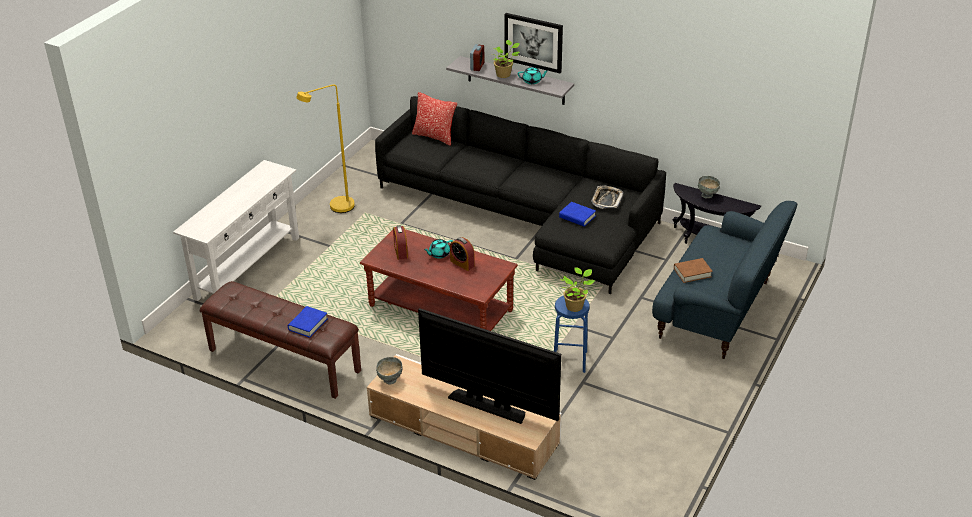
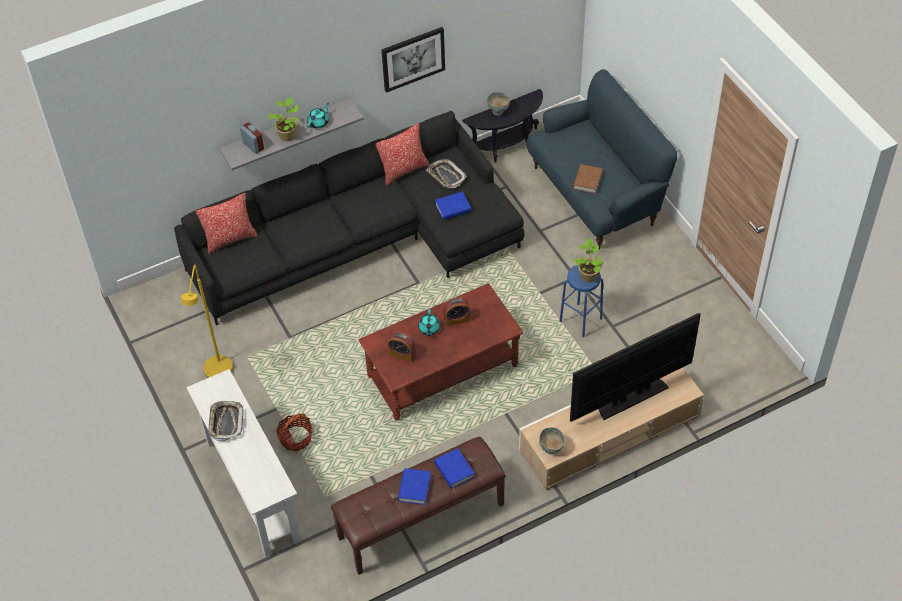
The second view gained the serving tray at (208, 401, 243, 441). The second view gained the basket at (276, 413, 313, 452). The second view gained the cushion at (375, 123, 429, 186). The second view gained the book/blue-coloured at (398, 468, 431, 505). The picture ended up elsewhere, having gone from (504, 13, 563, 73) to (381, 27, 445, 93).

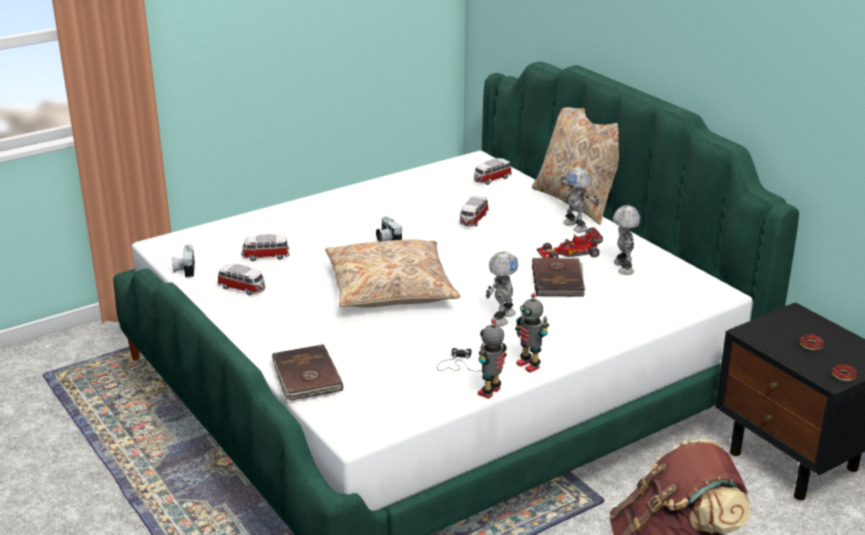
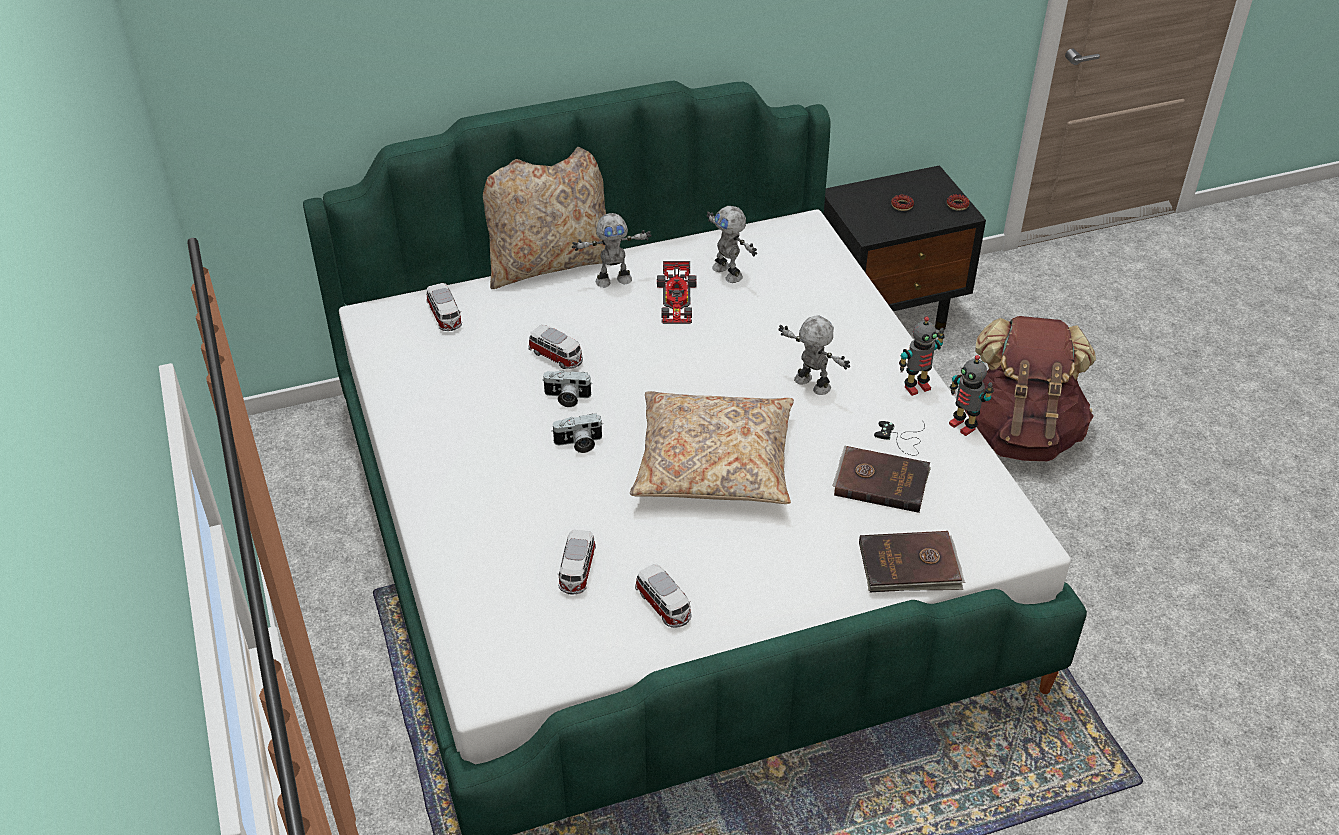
The still camera ended up elsewhere, having gone from (172, 244, 195, 278) to (542, 370, 592, 407). The book/brown ended up elsewhere, having gone from (532, 258, 585, 297) to (832, 445, 931, 513). The miniature car at (217, 264, 265, 296) ended up facing another way, 105 degrees clockwise from before. The toy robot at (613, 205, 641, 275) ended up facing another way, 135 degrees counterclockwise from before.

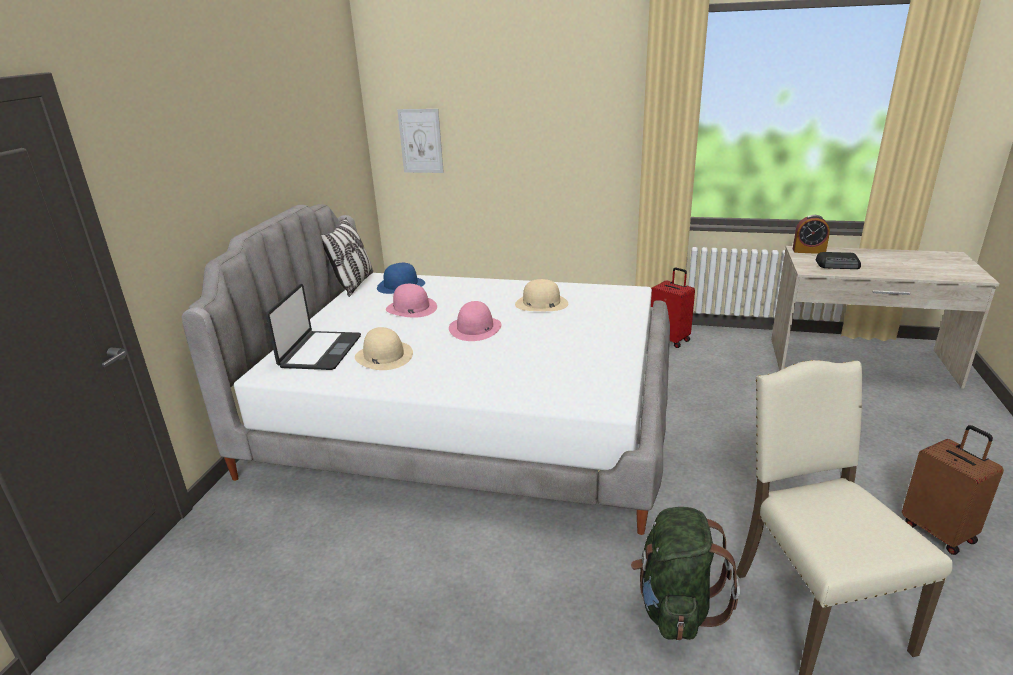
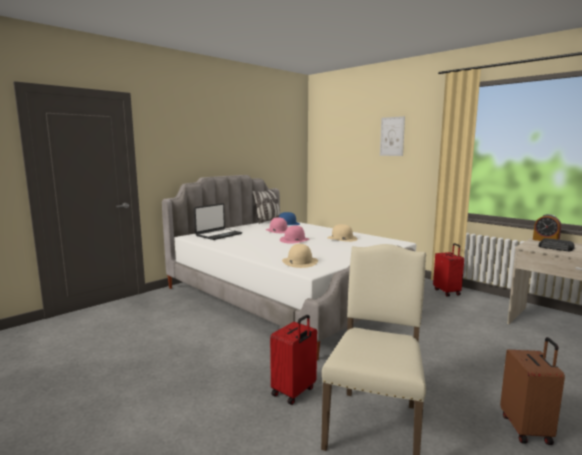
The wearable hat/sand-coloured ended up elsewhere, having gone from (355, 327, 413, 370) to (282, 244, 318, 268). The picture ended up elsewhere, having gone from (397, 109, 444, 173) to (380, 116, 405, 156). Where the rucksack/green-coloured stood at (631, 507, 740, 641), the travel case/red came to stand at (270, 315, 317, 405).

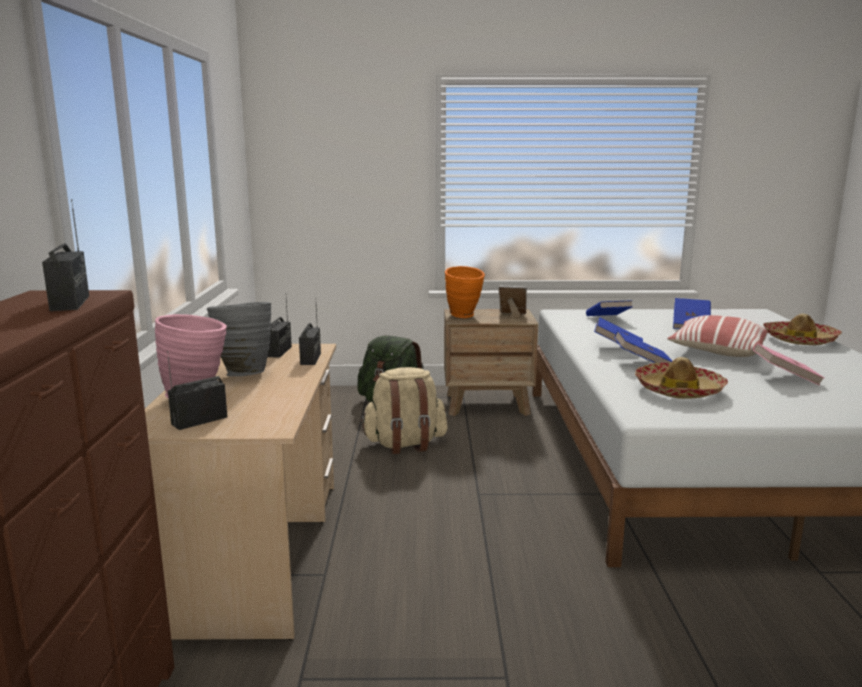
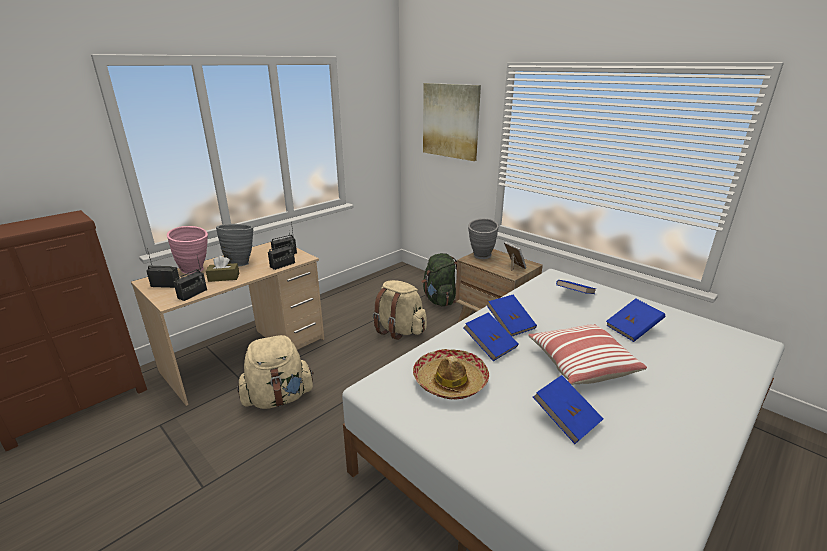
The second view lost the wearable hat at (763, 314, 842, 345). The second view gained the box of tissues/brown at (206, 256, 239, 282). The second view gained the rucksack/sand-coloured at (237, 335, 314, 409). The second view gained the picture at (423, 83, 481, 161). The radio set ended up elsewhere, having gone from (42, 199, 89, 311) to (173, 257, 207, 301). What was the vase/orange at (445, 266, 485, 318) turned into the vase/greyish at (468, 219, 499, 259). What was the book/pink at (753, 343, 824, 386) turned into the book/blue-coloured at (533, 375, 603, 444).

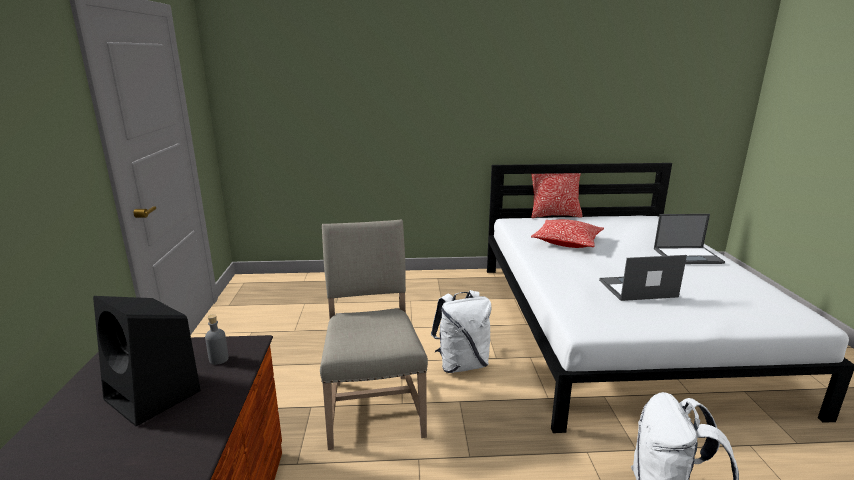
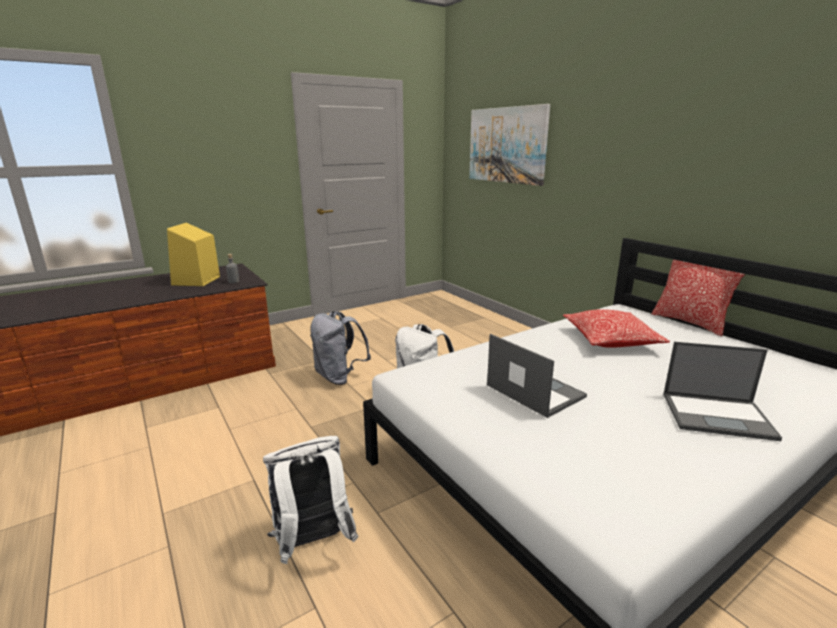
The second view gained the picture at (469, 104, 550, 186). Where the chair/sand-coloured stood at (320, 219, 428, 450), the rucksack/greyish came to stand at (310, 311, 371, 385). What was the speaker/black at (93, 296, 201, 426) turned into the speaker/yellow at (167, 223, 220, 286). The laptop at (654, 214, 725, 264) ended up facing another way, 45 degrees counterclockwise from before.

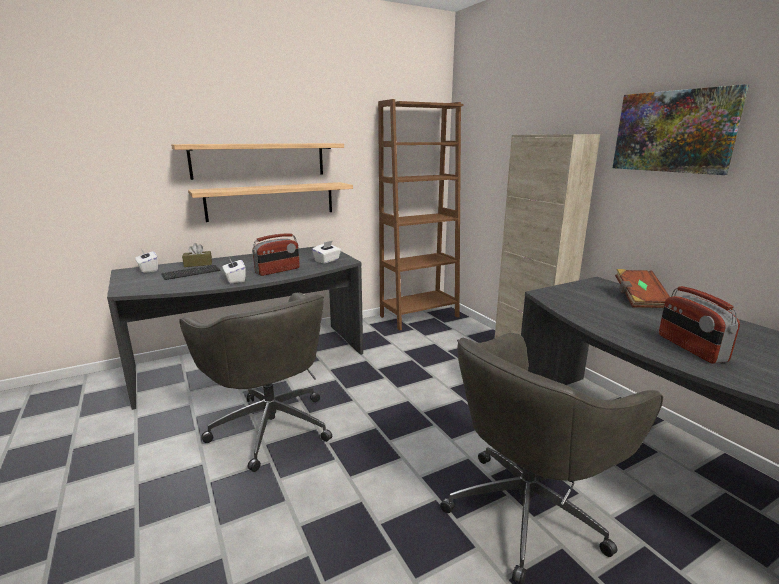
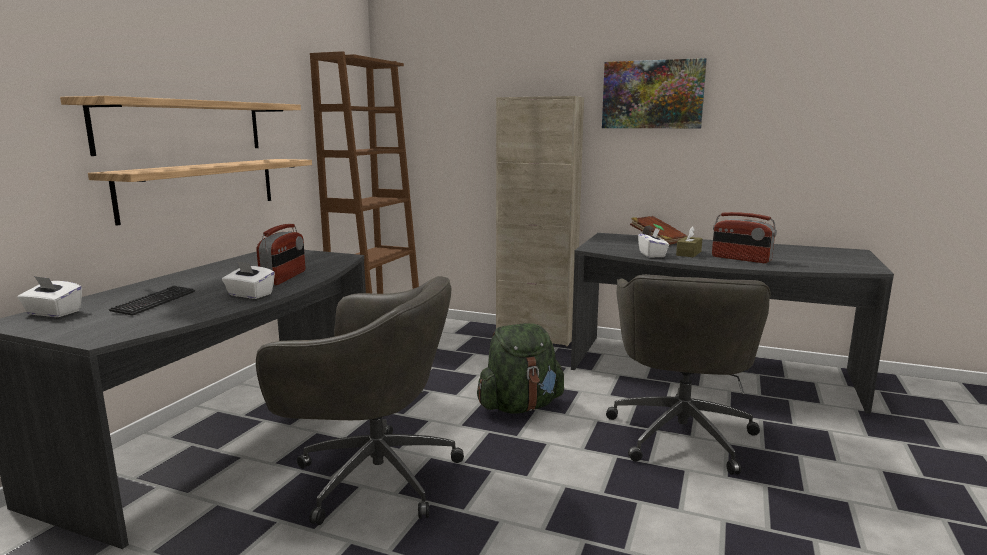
The second view gained the rucksack/green-coloured at (477, 323, 564, 413). The box of tissues/brown ended up elsewhere, having gone from (182, 243, 212, 267) to (676, 226, 702, 257). The box of tissues/whitish ended up elsewhere, having gone from (312, 240, 341, 263) to (638, 228, 669, 257).

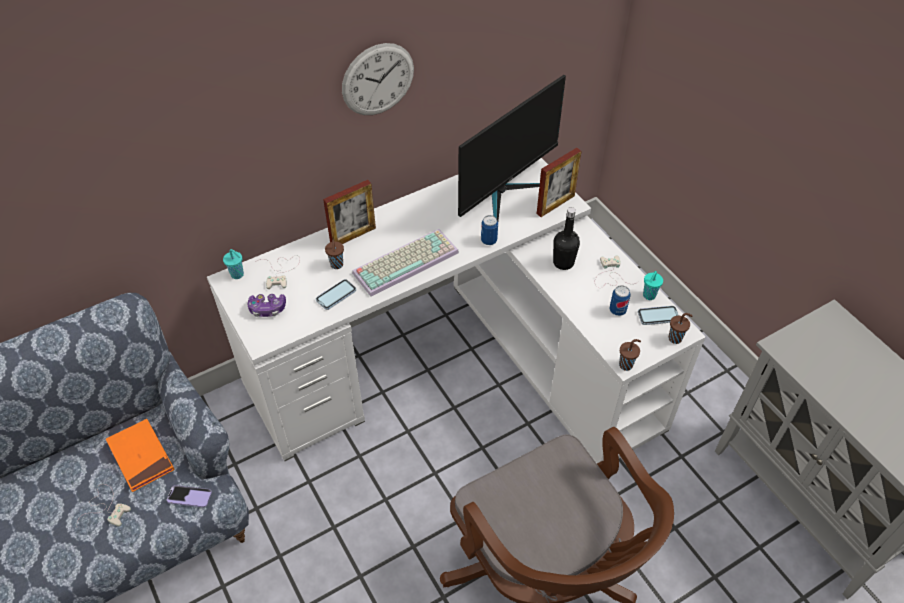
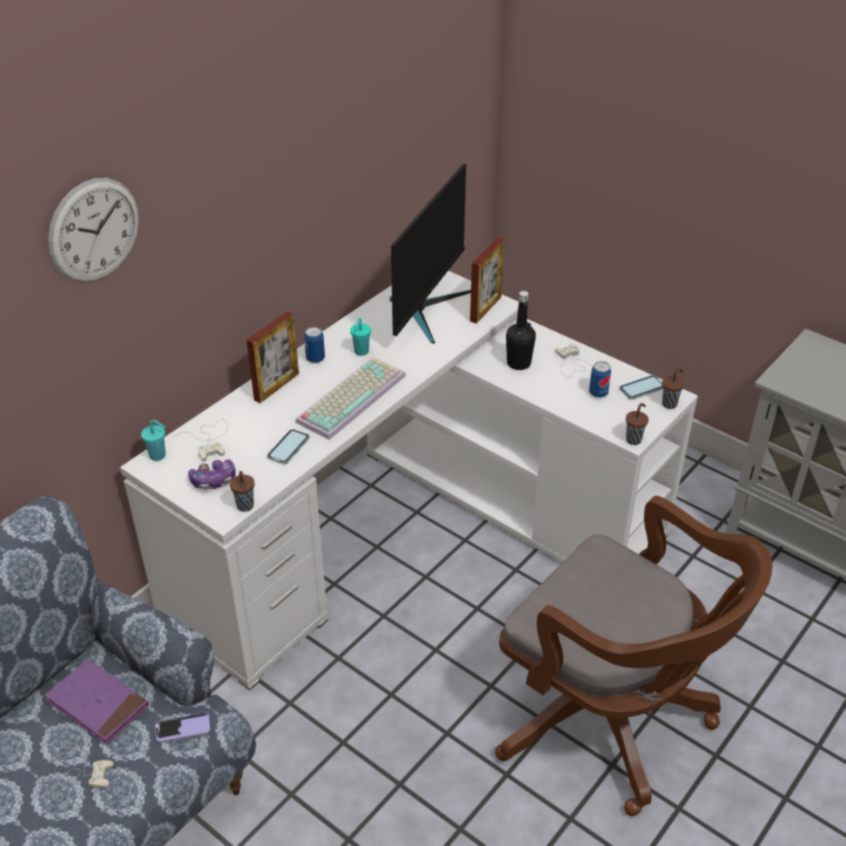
The drinking cup/brown ended up elsewhere, having gone from (325, 240, 344, 269) to (230, 471, 255, 512). The clock on the wall ended up elsewhere, having gone from (342, 43, 414, 115) to (48, 178, 139, 283). The can ended up elsewhere, having gone from (481, 215, 498, 245) to (304, 327, 325, 363). The drinking cup/turquoise ended up elsewhere, having gone from (643, 271, 663, 300) to (350, 318, 371, 356). What was the book/orange at (106, 419, 174, 492) turned into the book/purple at (45, 659, 149, 745).

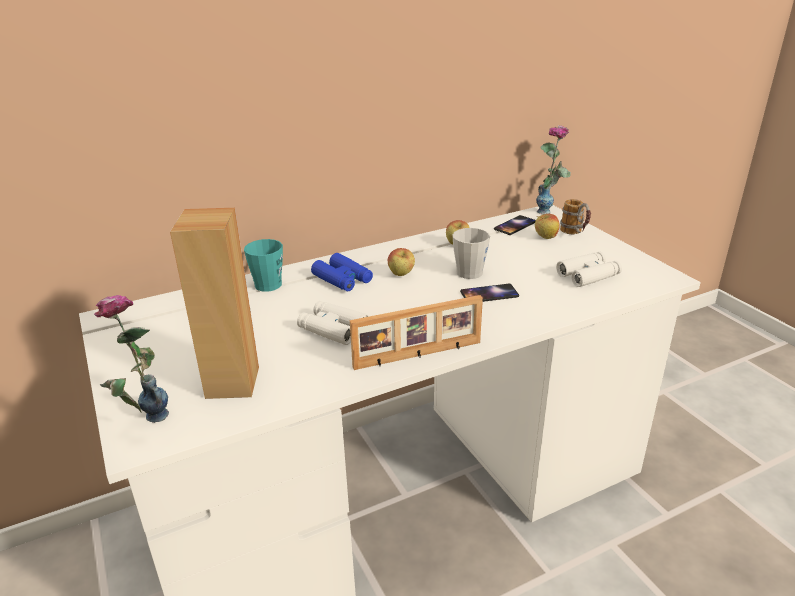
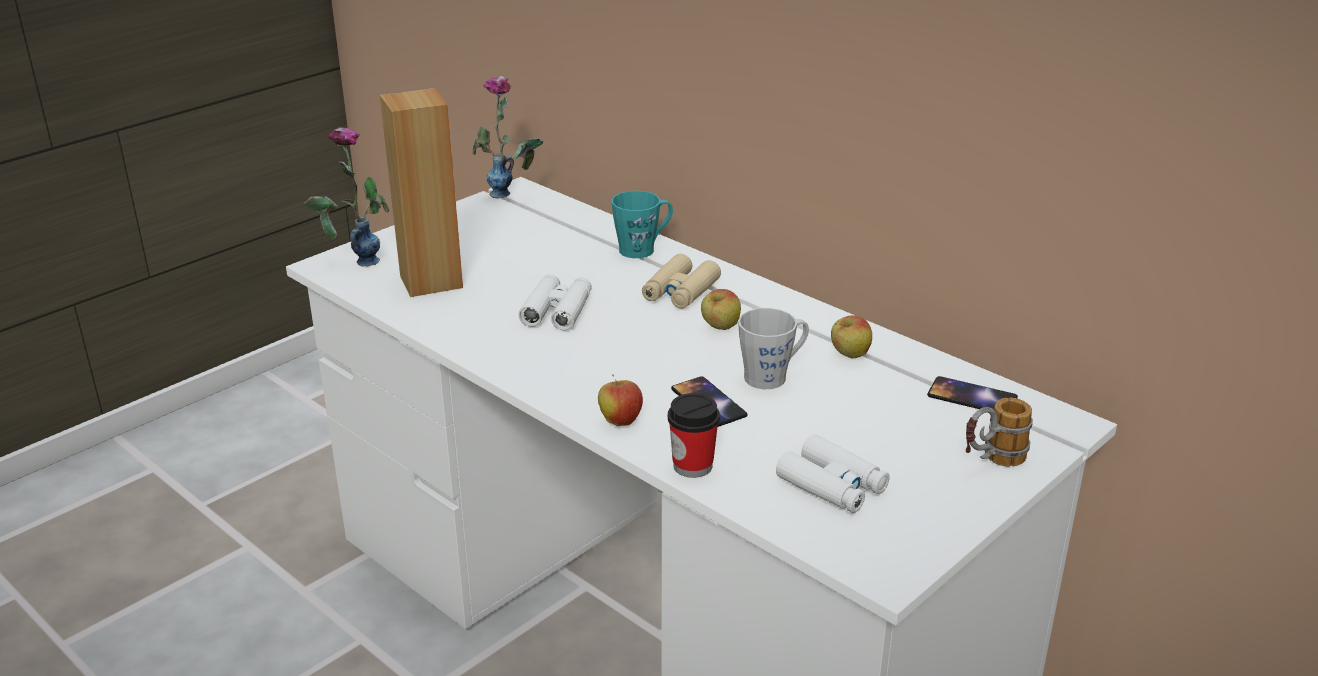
The second view lost the picture frame at (350, 295, 483, 370). The second view gained the drinking cup at (668, 393, 720, 478). The apple fruit ended up elsewhere, having gone from (535, 214, 560, 239) to (598, 374, 643, 426). The vase ended up elsewhere, having gone from (536, 125, 571, 215) to (472, 76, 544, 198). What was the pair of binoculars/blue-coloured at (311, 253, 373, 291) turned into the pair of binoculars/sand-coloured at (642, 254, 721, 309).

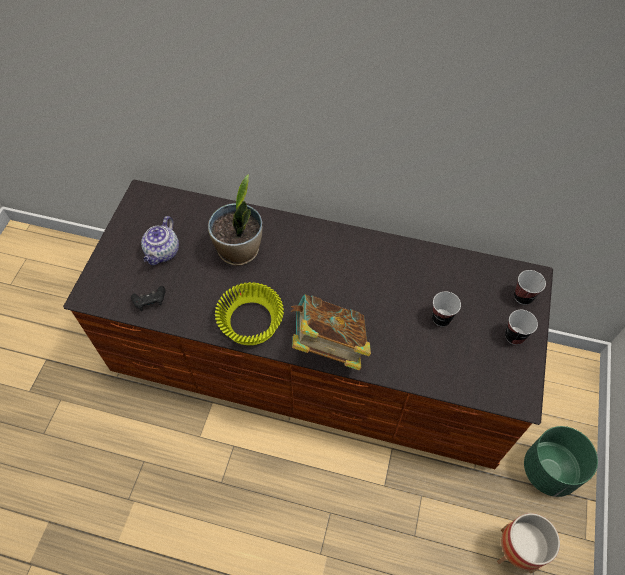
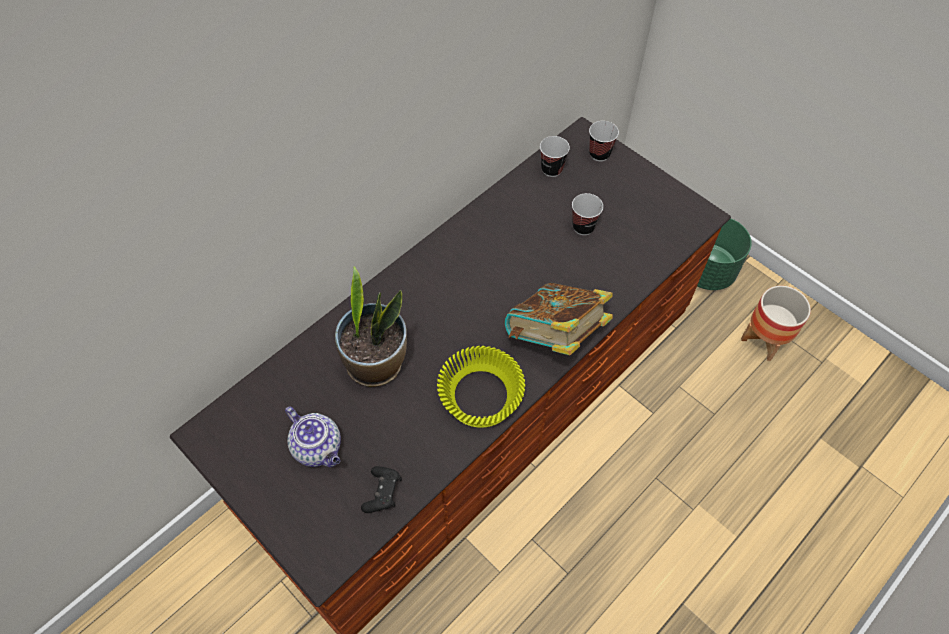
The drinking cup ended up elsewhere, having gone from (505, 310, 538, 345) to (540, 136, 570, 177).

